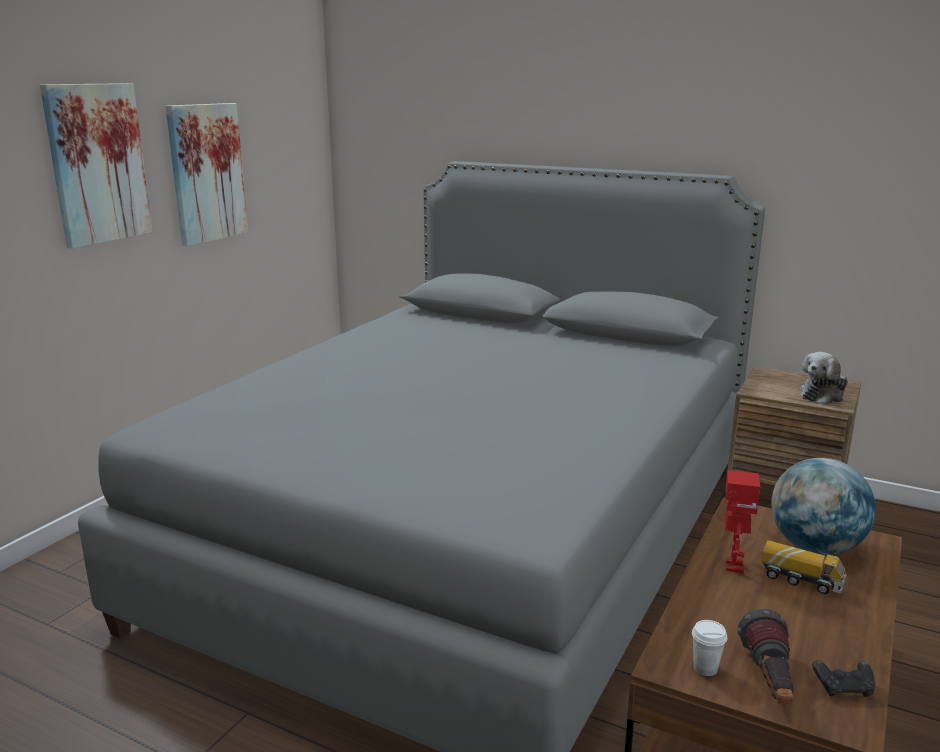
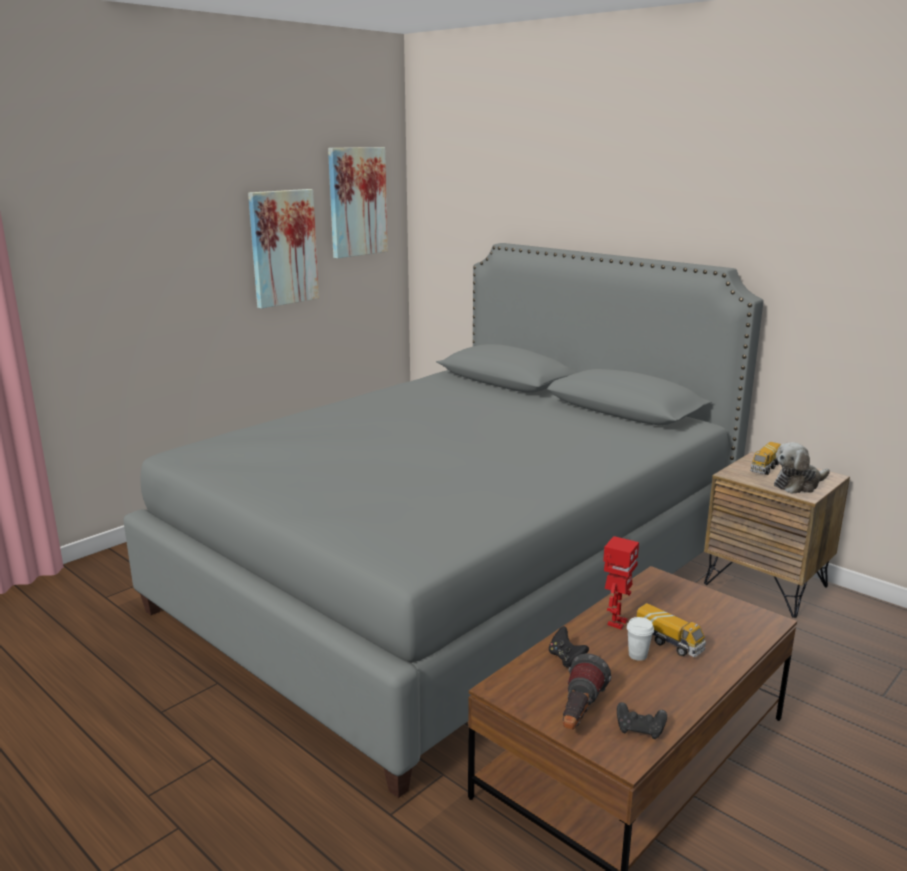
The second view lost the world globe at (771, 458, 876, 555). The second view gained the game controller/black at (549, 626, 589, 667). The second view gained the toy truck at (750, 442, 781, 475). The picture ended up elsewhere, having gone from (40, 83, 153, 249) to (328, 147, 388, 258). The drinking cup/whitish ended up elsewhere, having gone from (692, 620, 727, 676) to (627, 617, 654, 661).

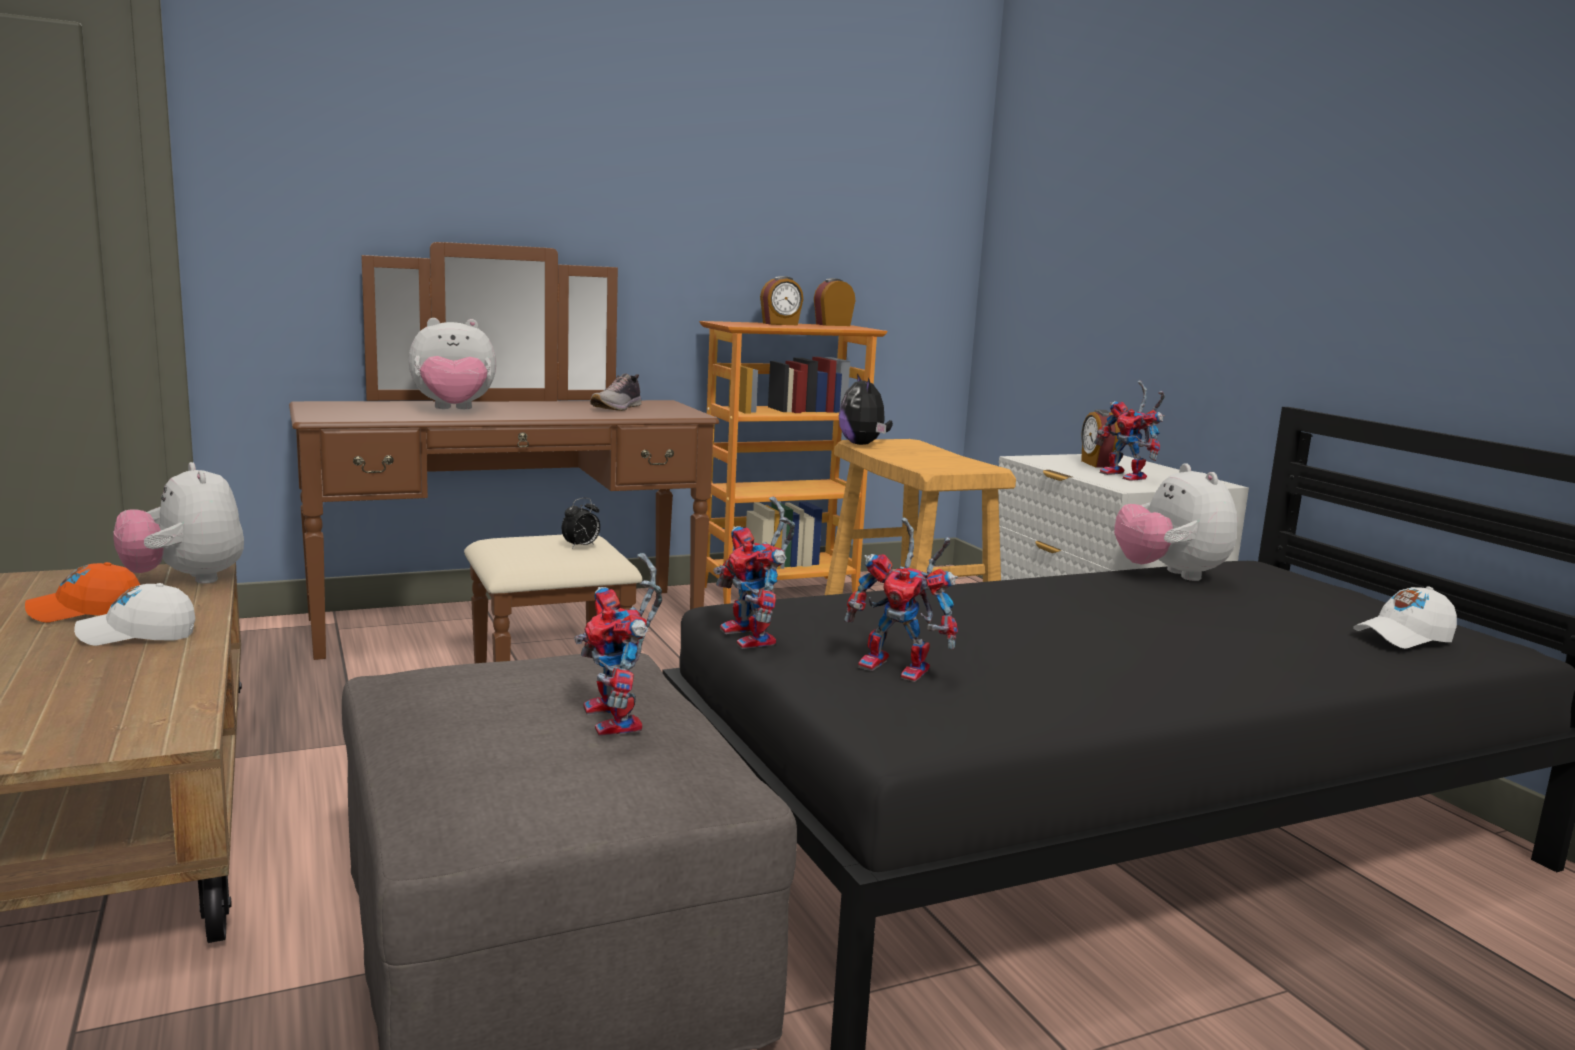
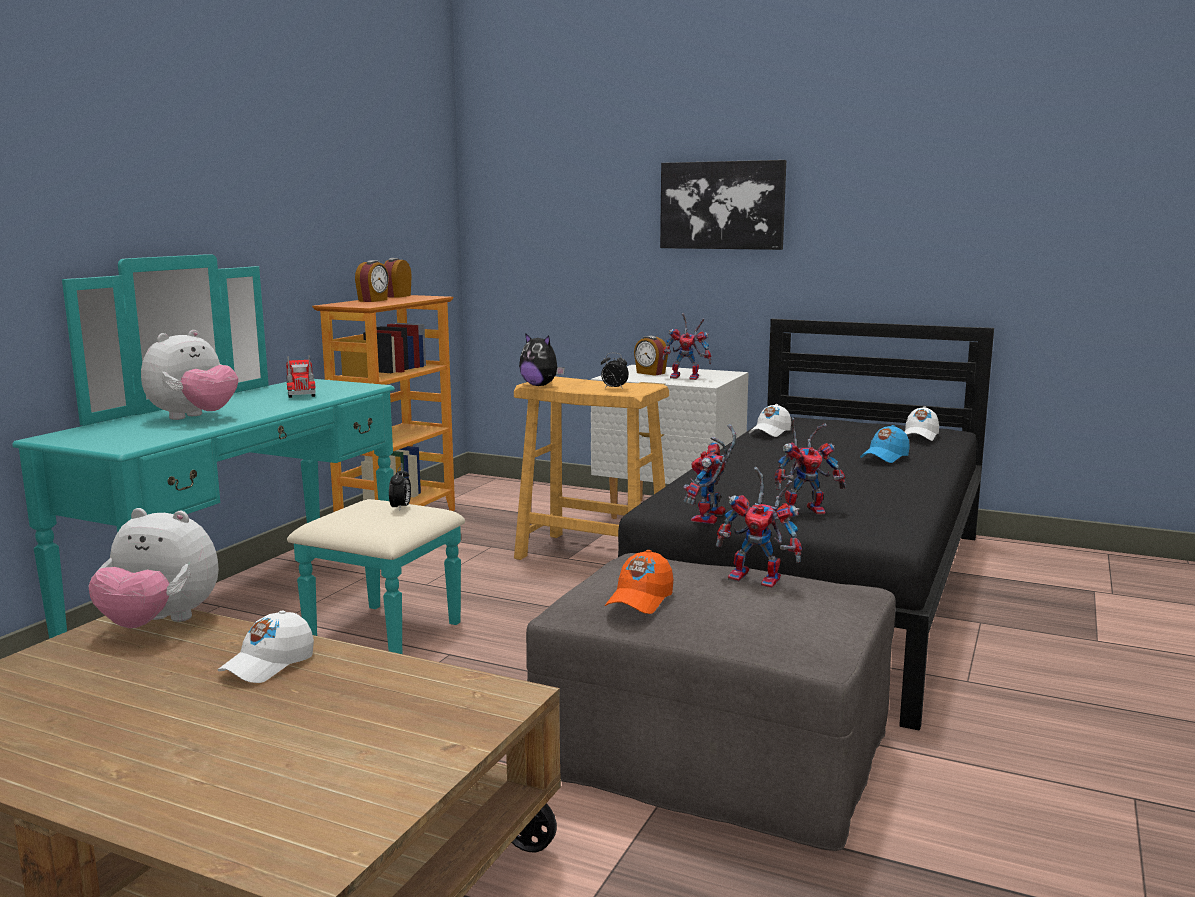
The second view gained the alarm clock at (601, 353, 629, 389). The second view gained the picture at (660, 160, 786, 250). The second view gained the cap/blue-coloured at (860, 425, 910, 463). The cap/orange ended up elsewhere, having gone from (25, 562, 140, 623) to (605, 550, 673, 614). Where the item of footwear stood at (590, 374, 642, 411), the toy truck came to stand at (286, 355, 316, 398). Where the soft toy stood at (1114, 463, 1237, 581), the cap/whitish came to stand at (749, 404, 791, 437). What was the chest of drawers/brown at (289, 242, 719, 663) turned into the chest of drawers/turquoise at (12, 254, 465, 654). The toy robot at (713, 497, 795, 649) ended up facing another way, 90 degrees clockwise from before.

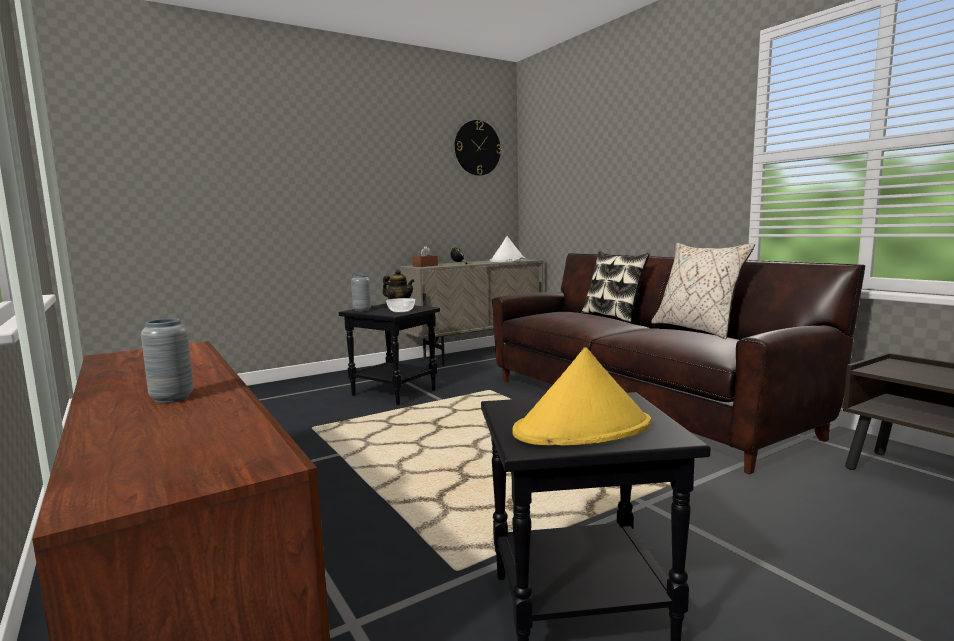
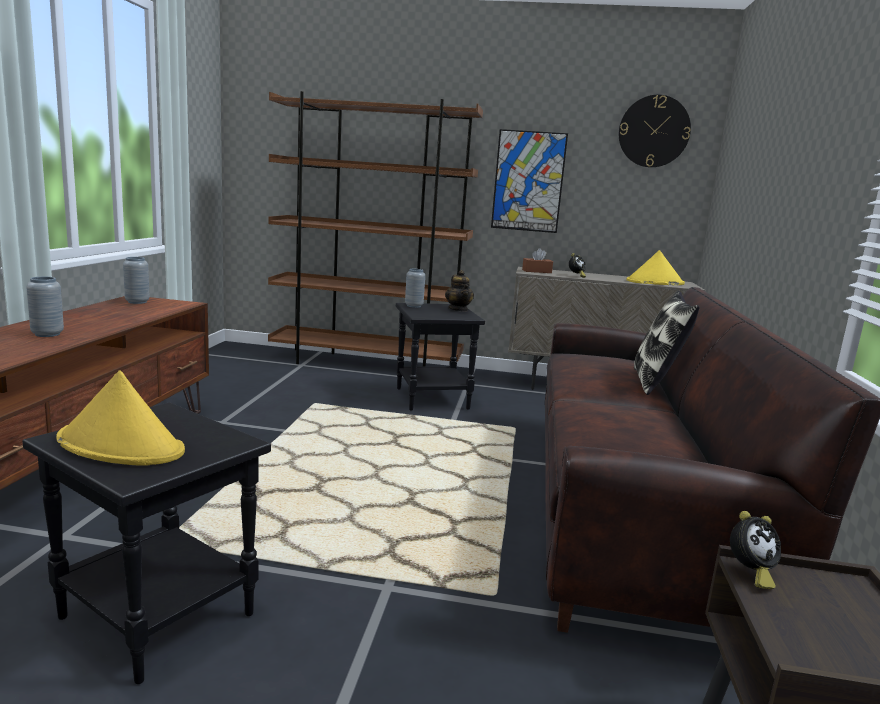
The second view lost the deep dish at (386, 298, 415, 313). The second view lost the cushion/sand-coloured at (651, 243, 755, 339). The second view gained the vase/greyish at (123, 257, 150, 304). The second view gained the bookshelf/brown at (268, 91, 483, 366). The second view gained the picture at (491, 129, 568, 233). The second view gained the alarm clock at (730, 511, 781, 589). What was the wearable hat/whitish at (490, 236, 526, 262) turned into the wearable hat/yellow at (626, 250, 685, 285).

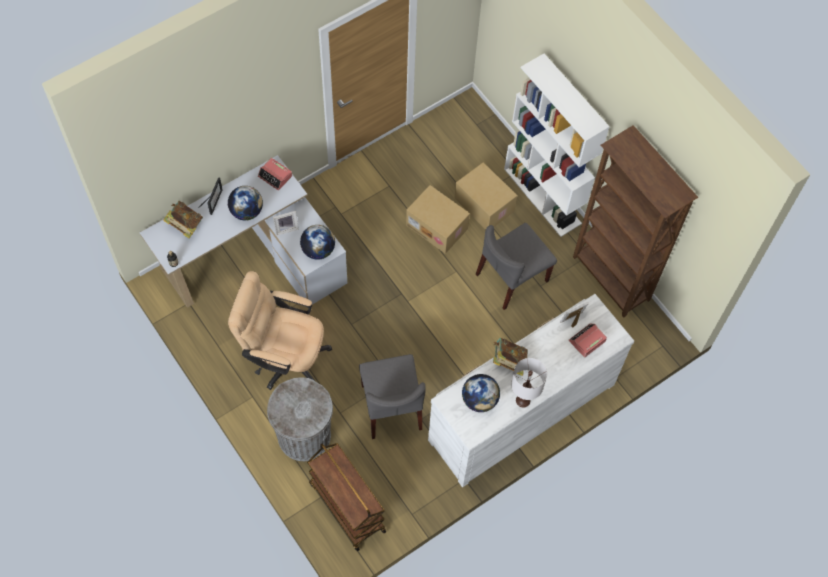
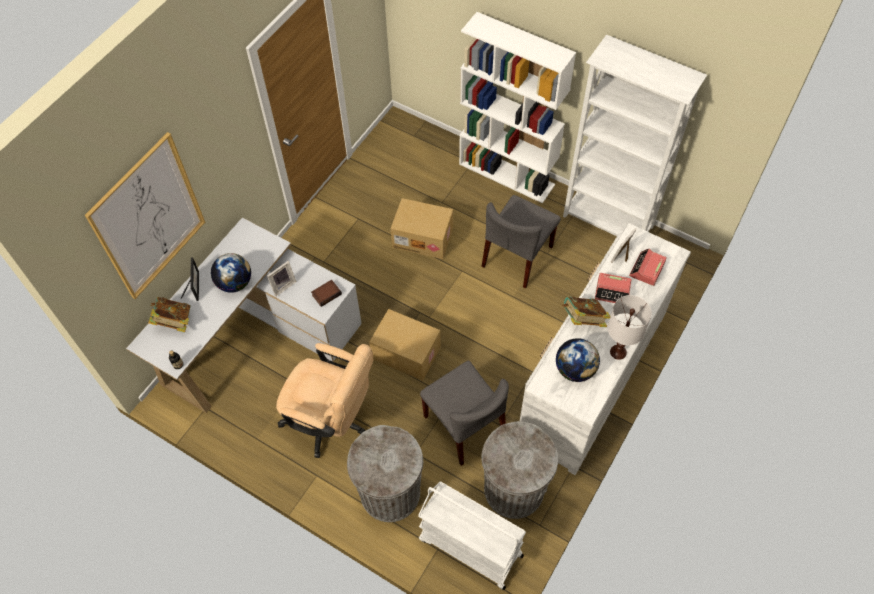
The second view gained the picture at (85, 132, 205, 299). The second view gained the waste bin/greyish at (481, 421, 558, 519). The alarm clock ended up elsewhere, having gone from (258, 158, 292, 191) to (595, 273, 632, 303). The packing box ended up elsewhere, having gone from (454, 162, 517, 230) to (369, 309, 441, 381). Where the world globe stood at (300, 225, 335, 260), the book came to stand at (311, 280, 342, 307). What was the wheeled cart/brown at (307, 443, 386, 551) turned into the wheeled cart/whitish at (418, 482, 526, 590). What was the bookshelf/brown at (573, 125, 698, 318) turned into the bookshelf/whitish at (563, 35, 707, 236). The office chair/sand-coloured at (228, 271, 332, 390) ended up facing another way, 150 degrees counterclockwise from before.

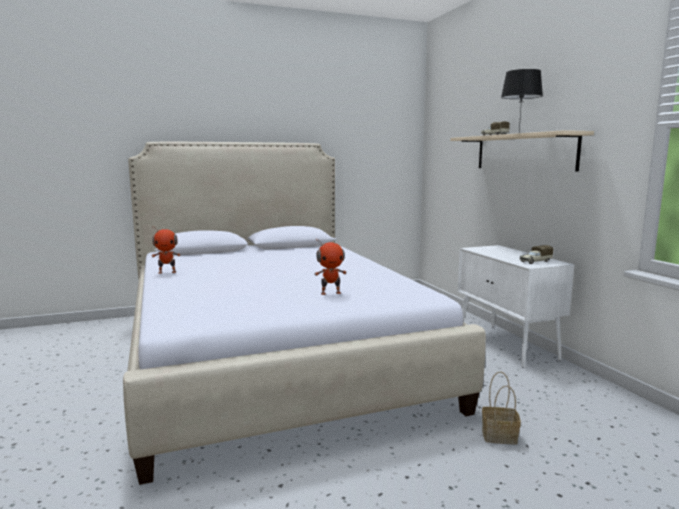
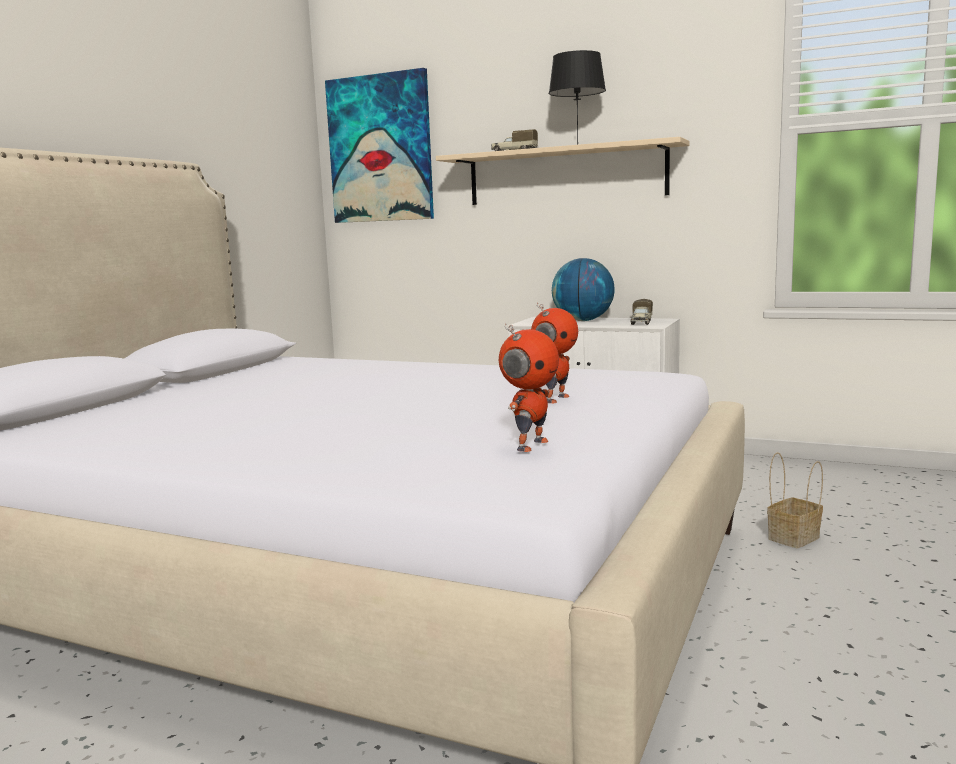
The second view gained the picture at (325, 68, 434, 223). The second view gained the world globe at (552, 258, 615, 321). The toy robot ended up elsewhere, having gone from (152, 226, 181, 274) to (499, 324, 559, 452).

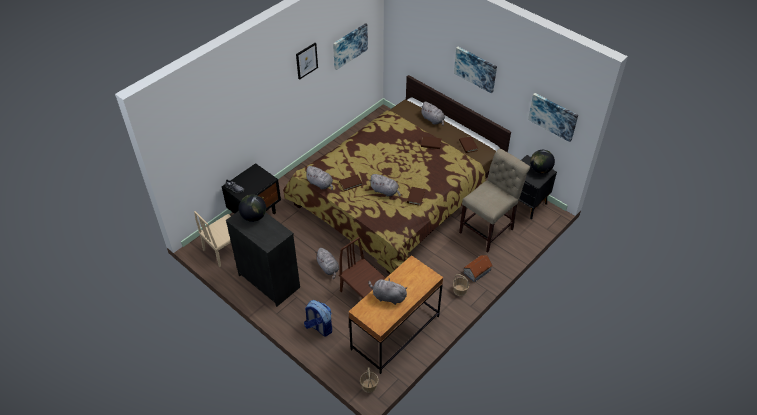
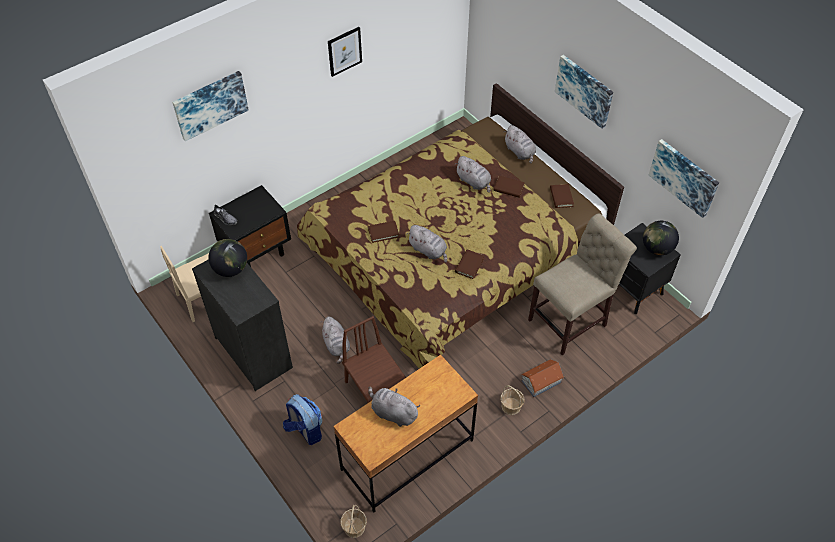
The soft toy/greyish ended up elsewhere, having gone from (304, 166, 333, 190) to (455, 156, 491, 193). The picture ended up elsewhere, having gone from (333, 23, 368, 70) to (172, 71, 249, 141).

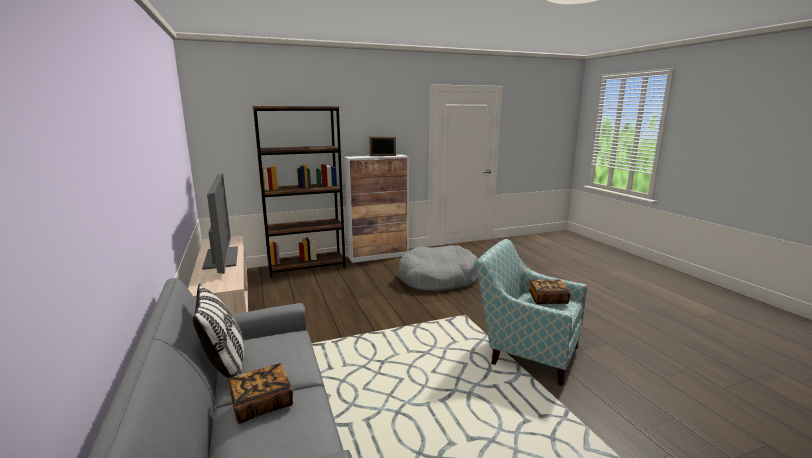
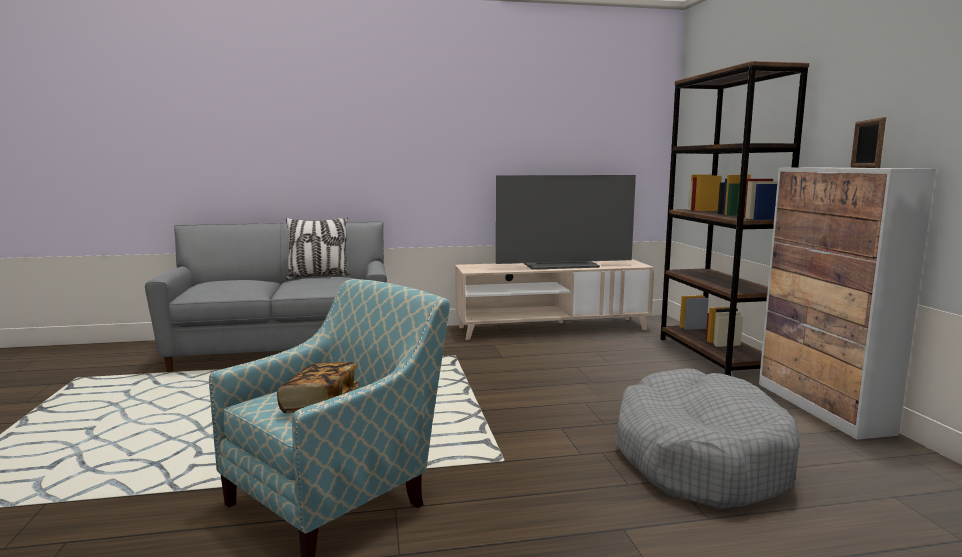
The second view lost the book at (228, 363, 293, 424).

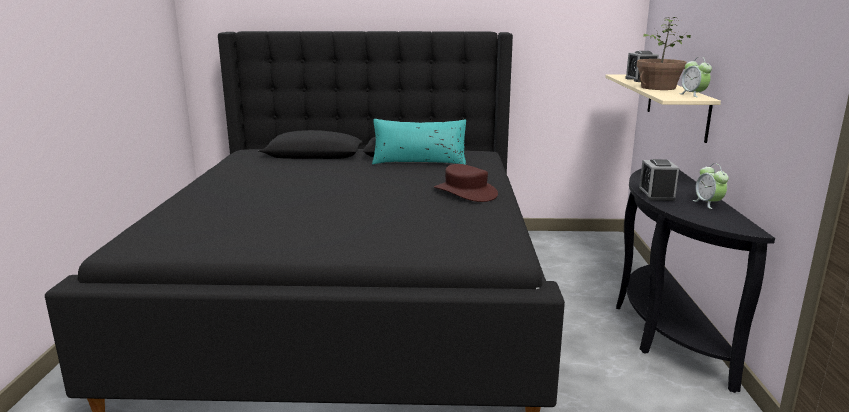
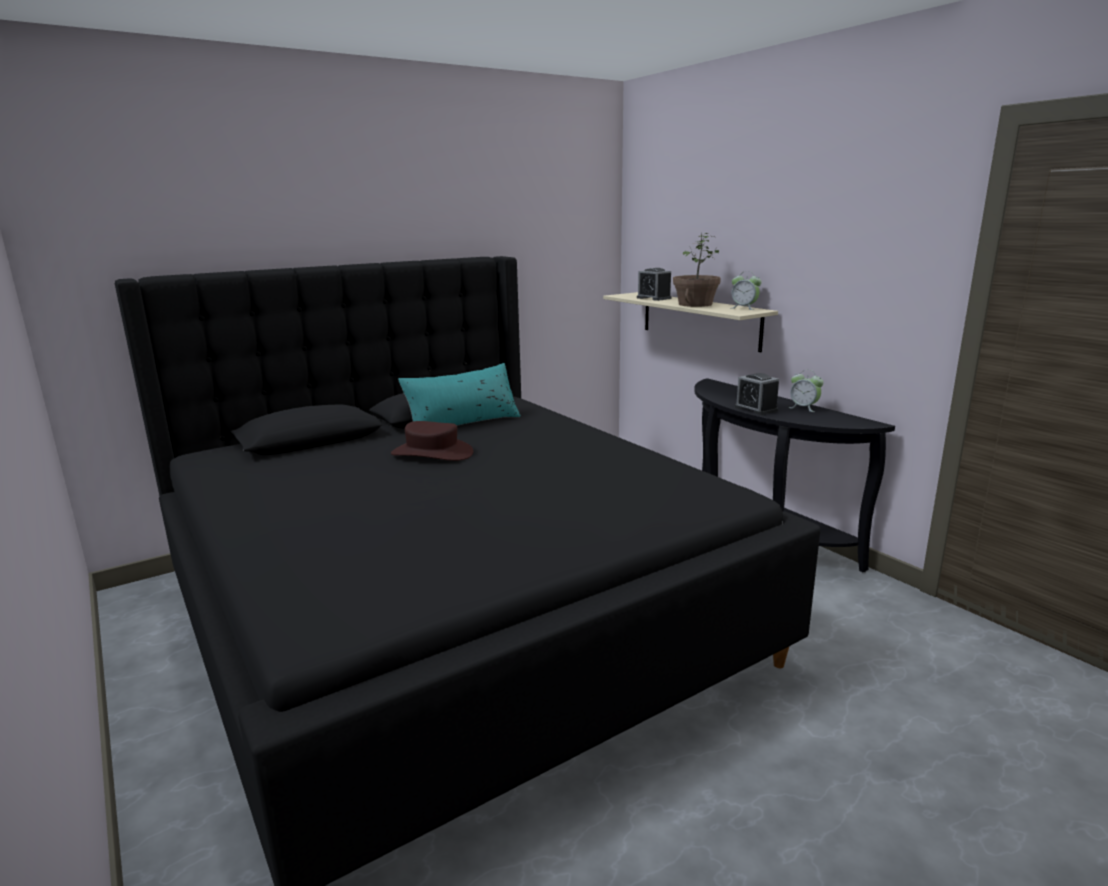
The wearable hat/brown ended up elsewhere, having gone from (434, 164, 498, 202) to (391, 421, 473, 461).

